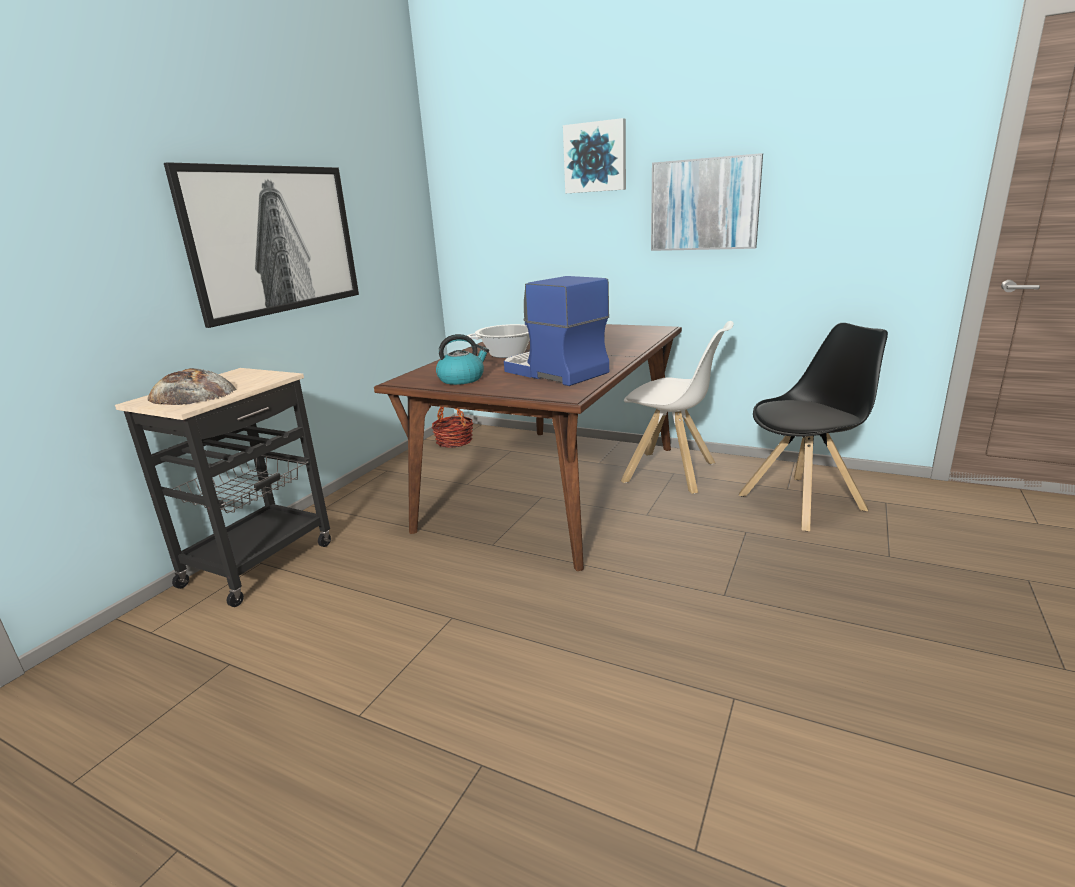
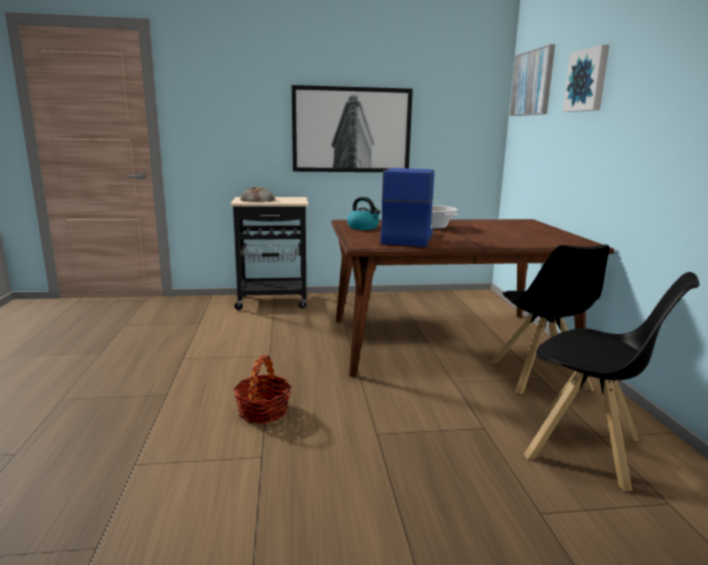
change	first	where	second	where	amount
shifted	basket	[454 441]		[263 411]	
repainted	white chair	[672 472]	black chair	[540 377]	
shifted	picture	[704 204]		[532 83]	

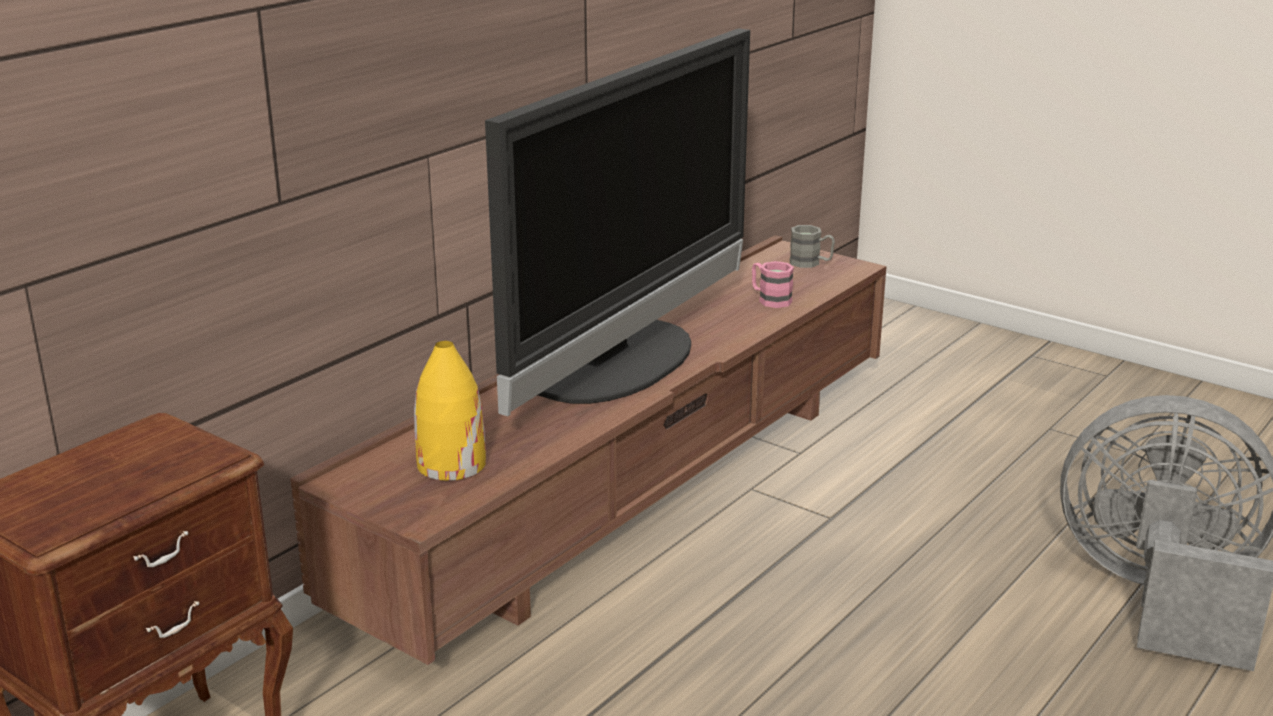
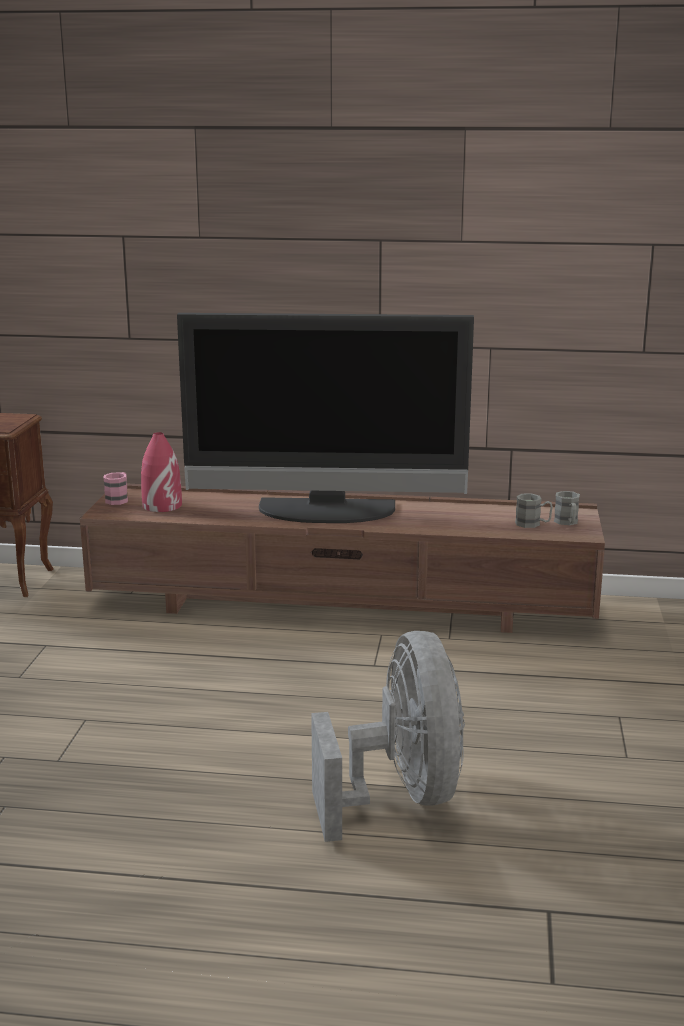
change	first	where	second	where	amount
repainted	yellow vase	[450 464]	red vase	[161 505]	
shifted	pink mug	[770 299]		[119 499]	
new			grey mug	[533 524]	

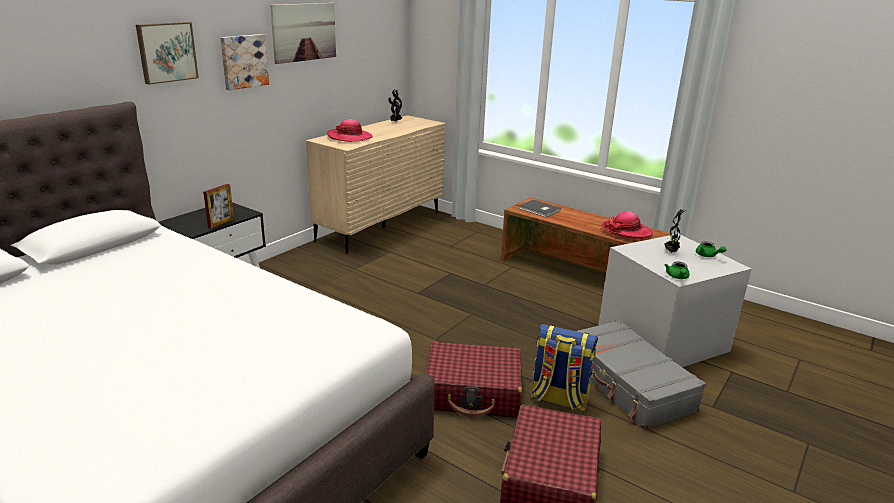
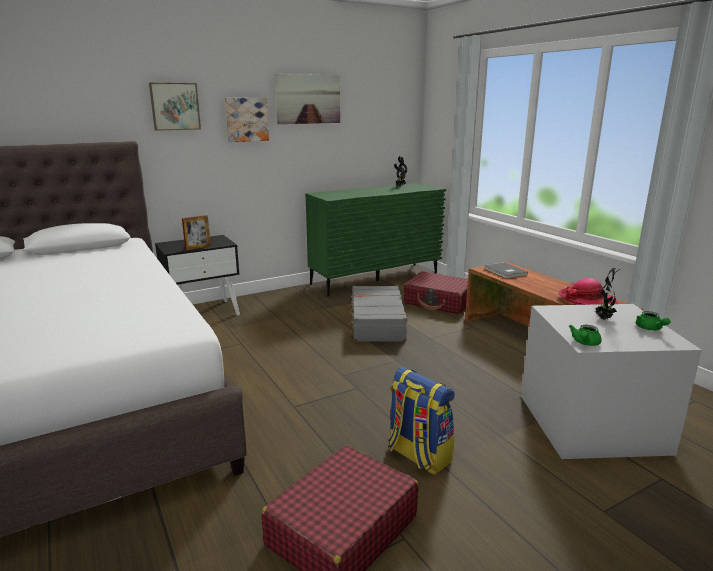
change	first	where	second	where	amount
repainted	beige dresser	[381 227]	green dresser	[376 280]	
gone	hat	[349 137]			
shifted	red suitcase	[473 392]		[439 302]	
shifted	grey suitcase	[627 384]		[376 323]	

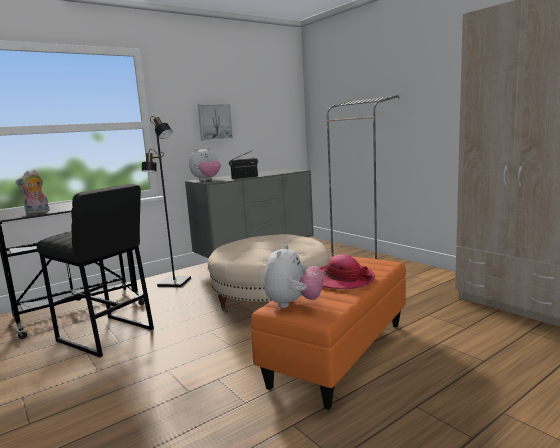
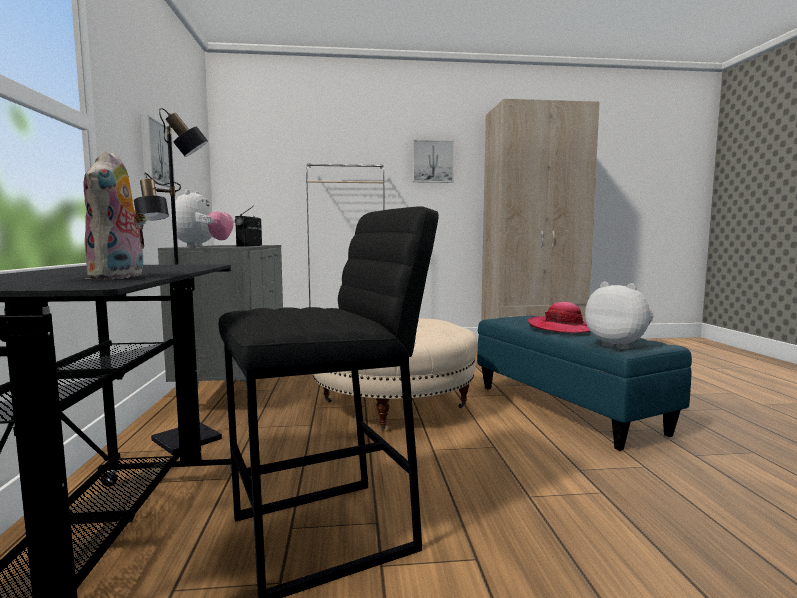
change	first	where	second	where	amount
repainted	orange ottoman	[338 354]	blue ottoman	[564 409]	
new			picture	[432 161]	

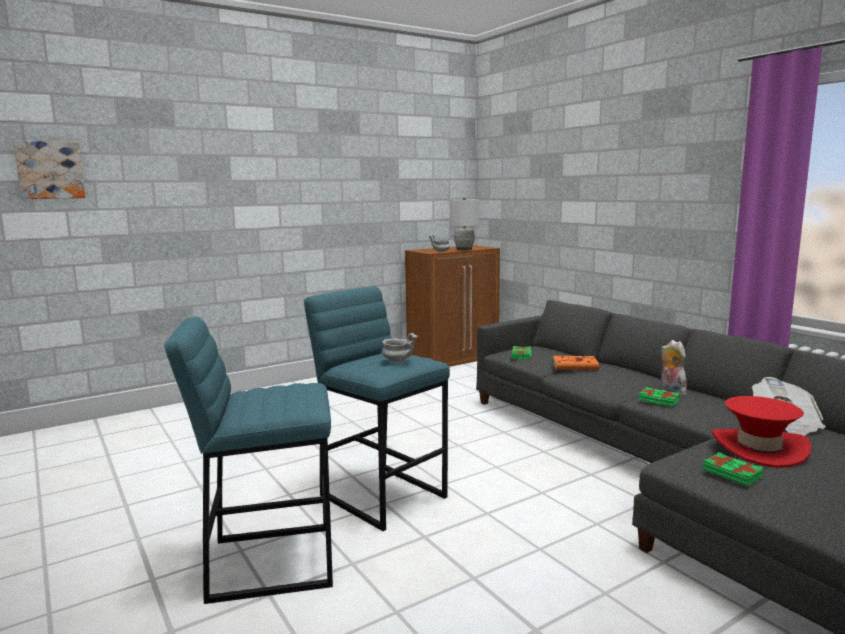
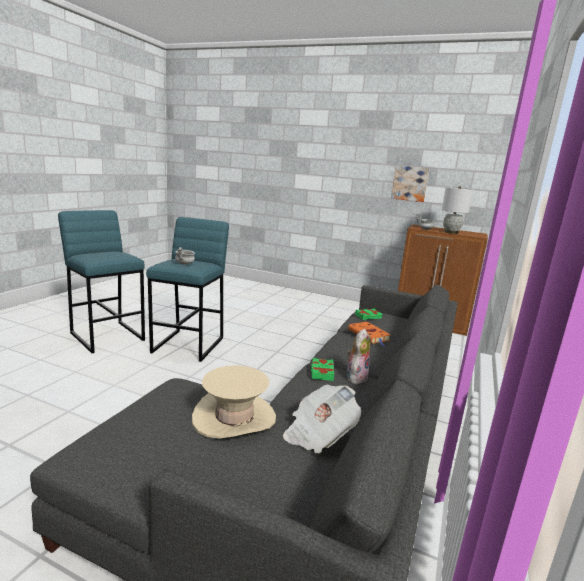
change	first	where	second	where	amount
shifted	picture	[50 170]		[410 183]	
gone	green book	[732 473]			
repainted	red hat	[758 448]	beige hat	[234 417]	

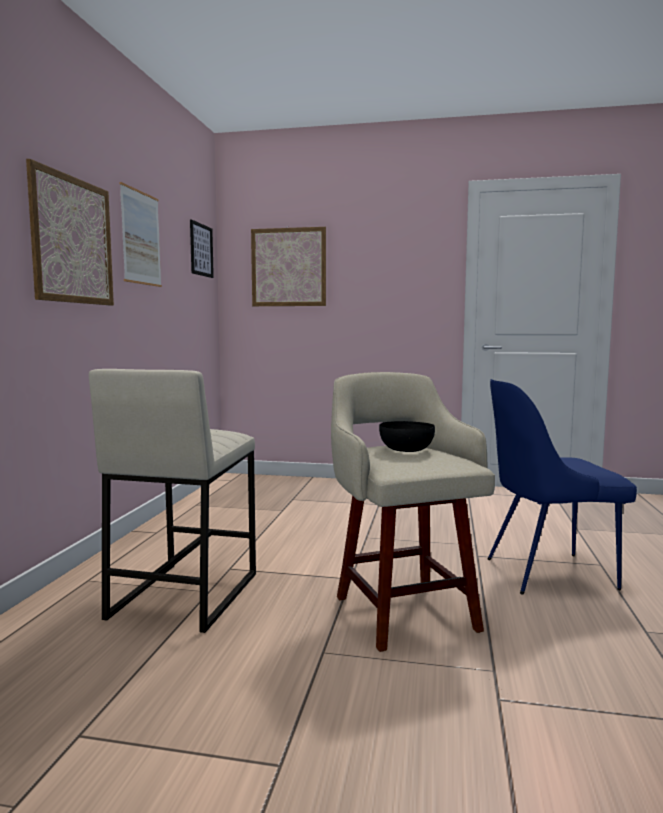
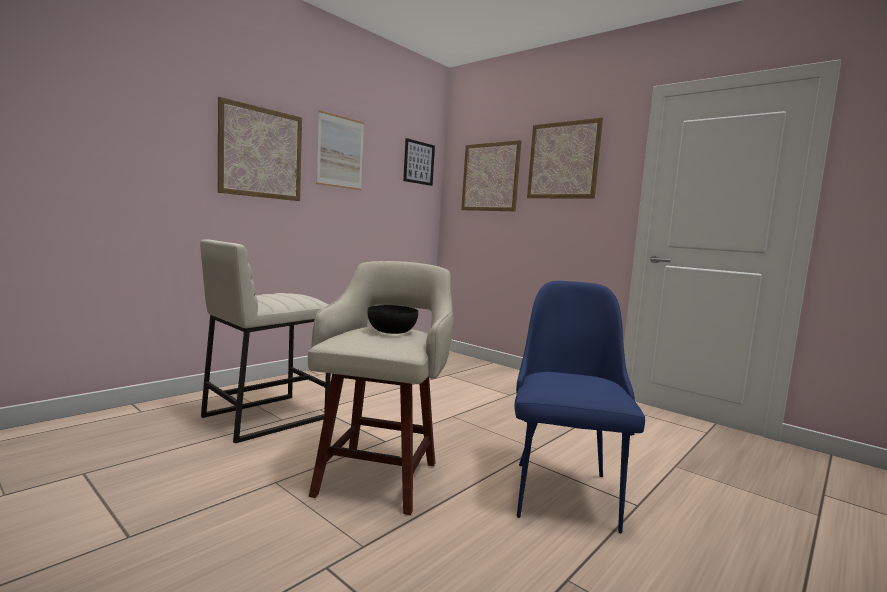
change	first	where	second	where	amount
rotated	blue chair	[549 574]		[562 494]	75 degrees clockwise
new			picture	[563 159]	

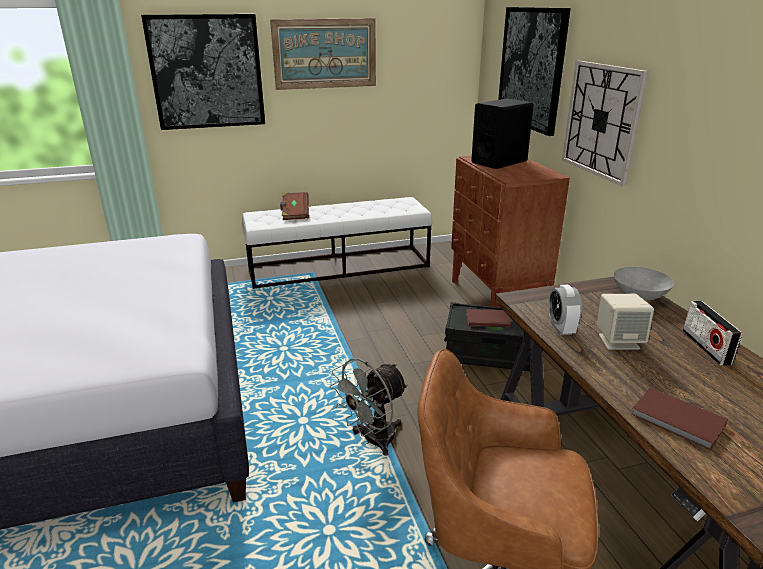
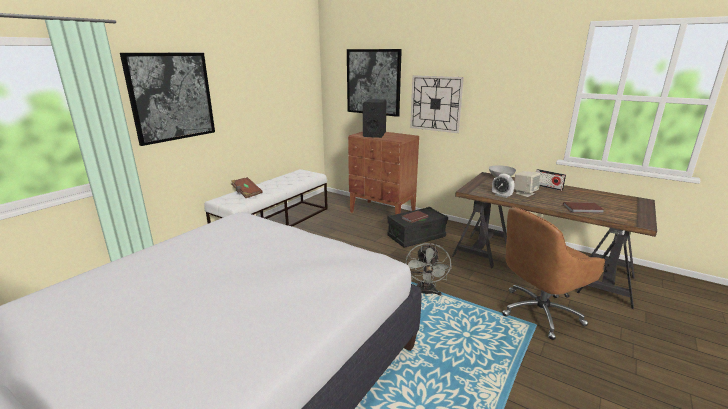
change	first	where	second	where	amount
gone	picture	[325 54]			

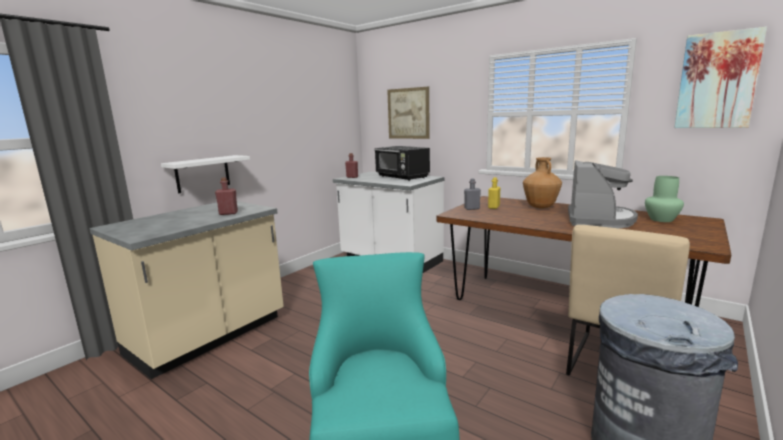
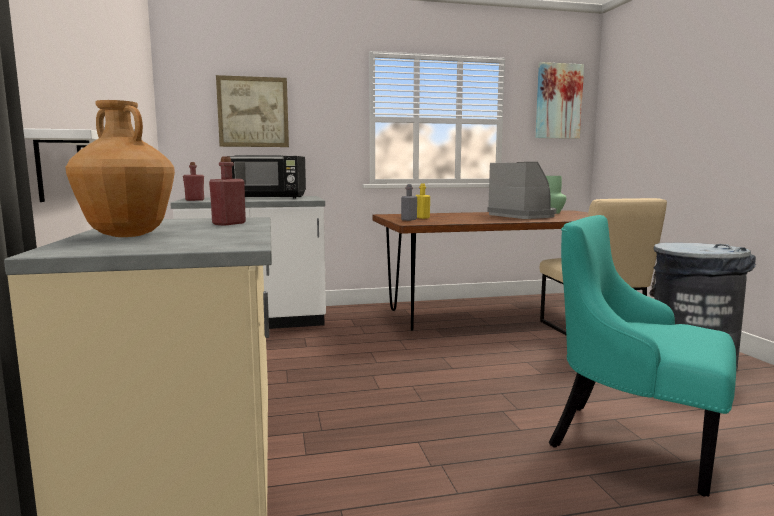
change	first	where	second	where	amount
shifted	brown vase	[540 207]		[127 235]	

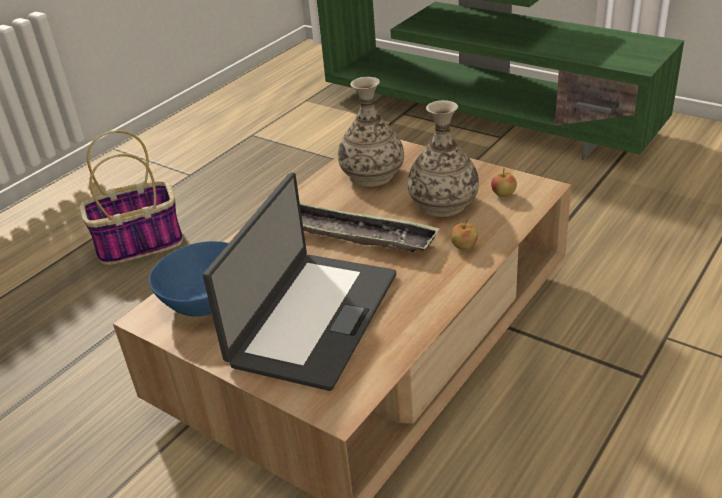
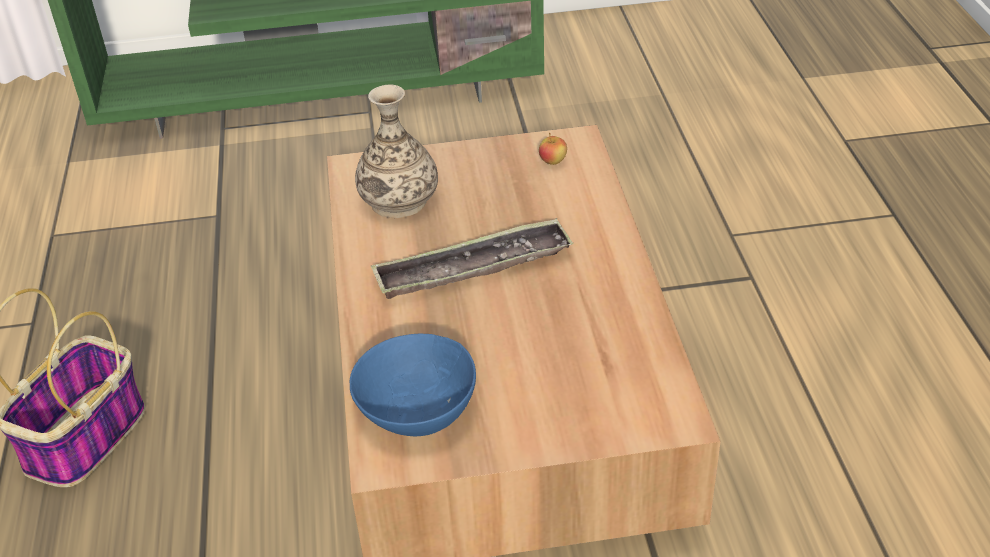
change	first	where	second	where	amount
gone	laptop	[312 318]			
gone	vase	[443 203]			
gone	apple	[464 246]			

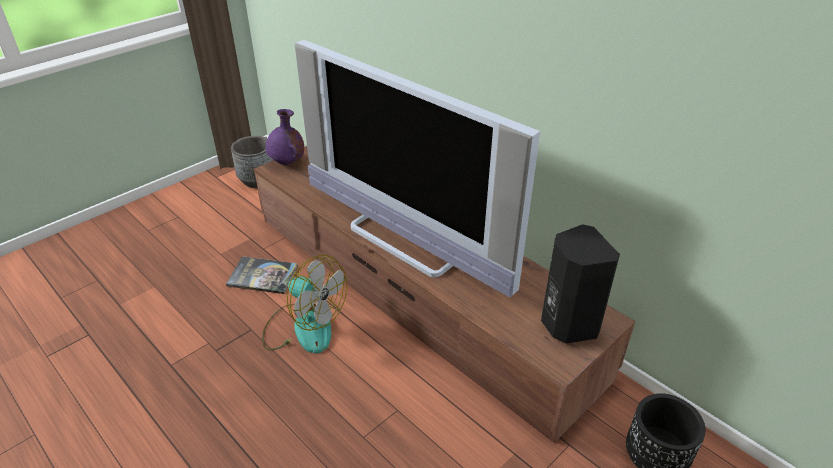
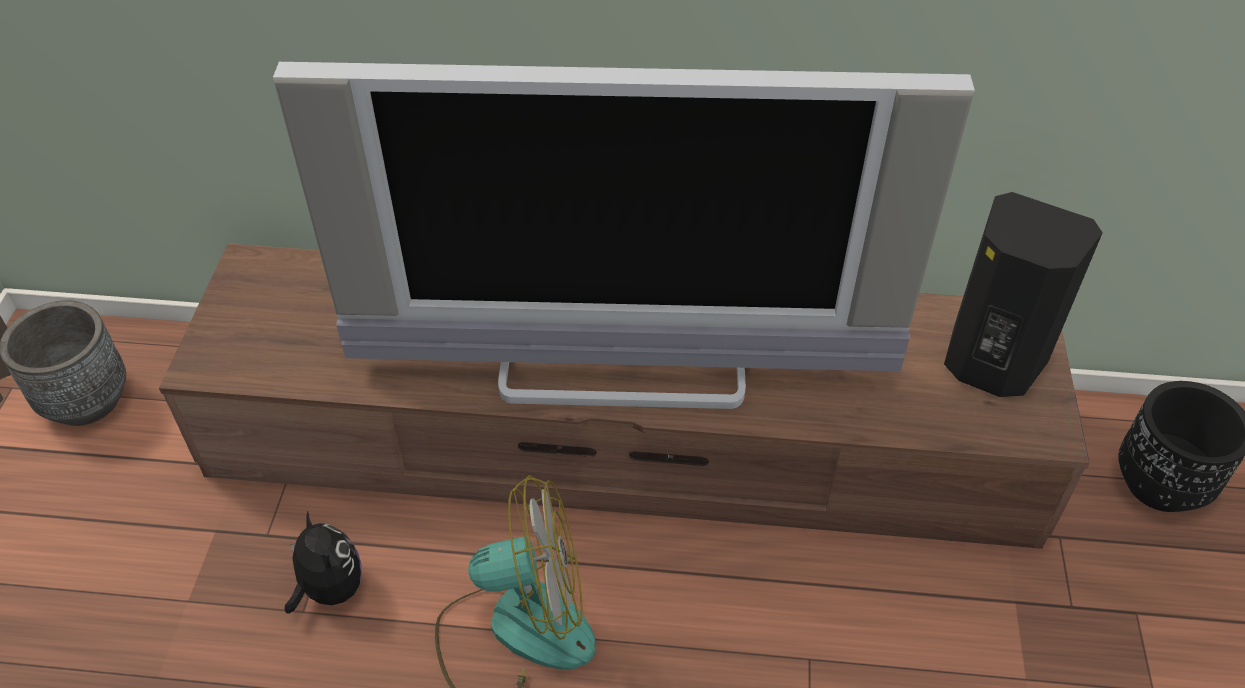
change	first	where	second	where	amount
swapped	book	[262 276]	plush toy	[329 588]	
gone	purple vase	[288 163]			

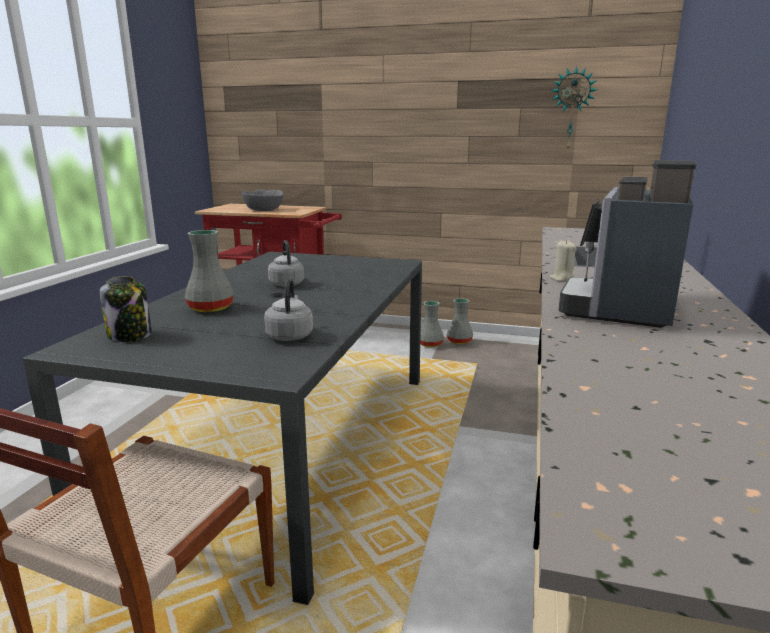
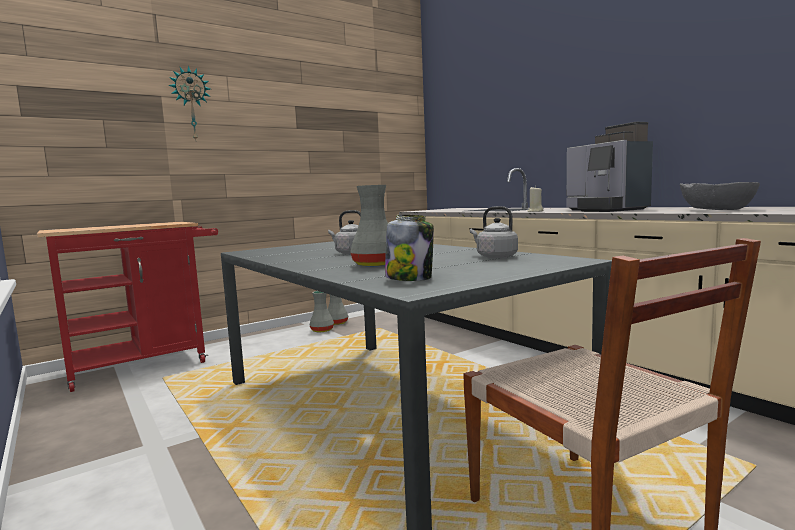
change	first	where	second	where	amount
shifted	grey bowl	[264 210]		[716 210]	
shifted	wall clock	[572 109]		[191 104]	

